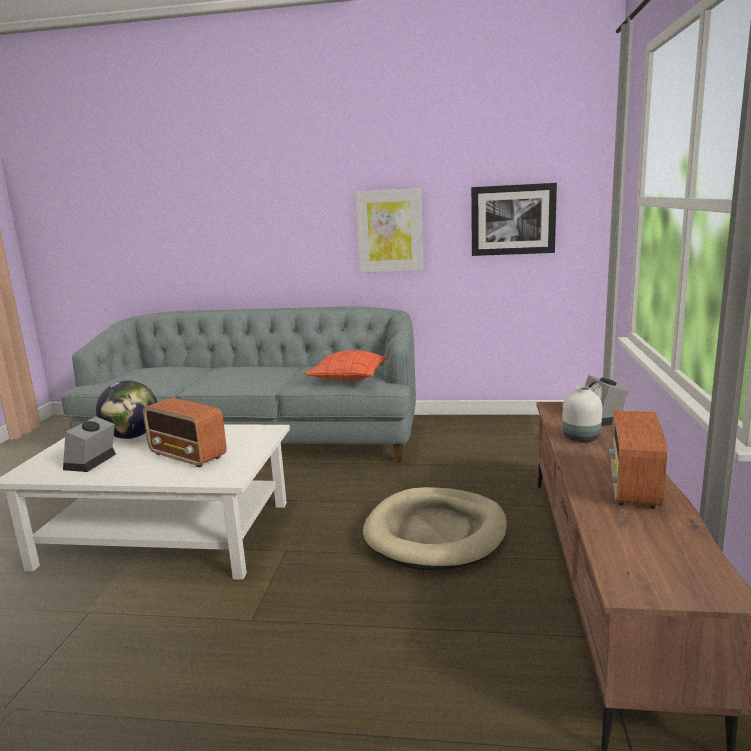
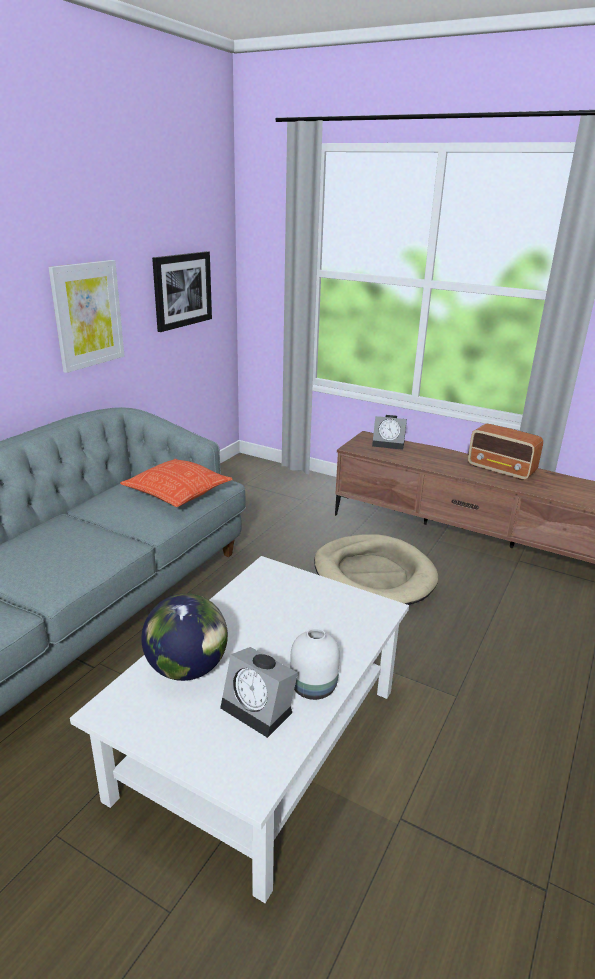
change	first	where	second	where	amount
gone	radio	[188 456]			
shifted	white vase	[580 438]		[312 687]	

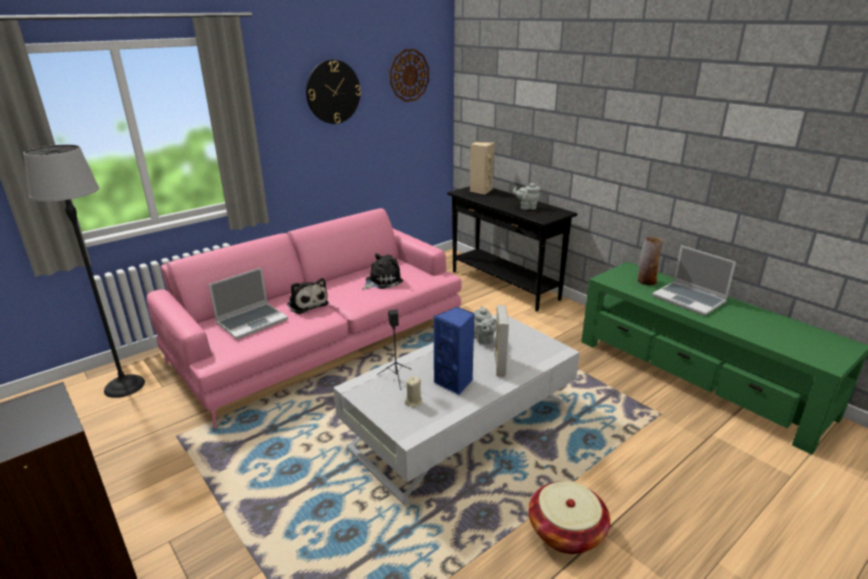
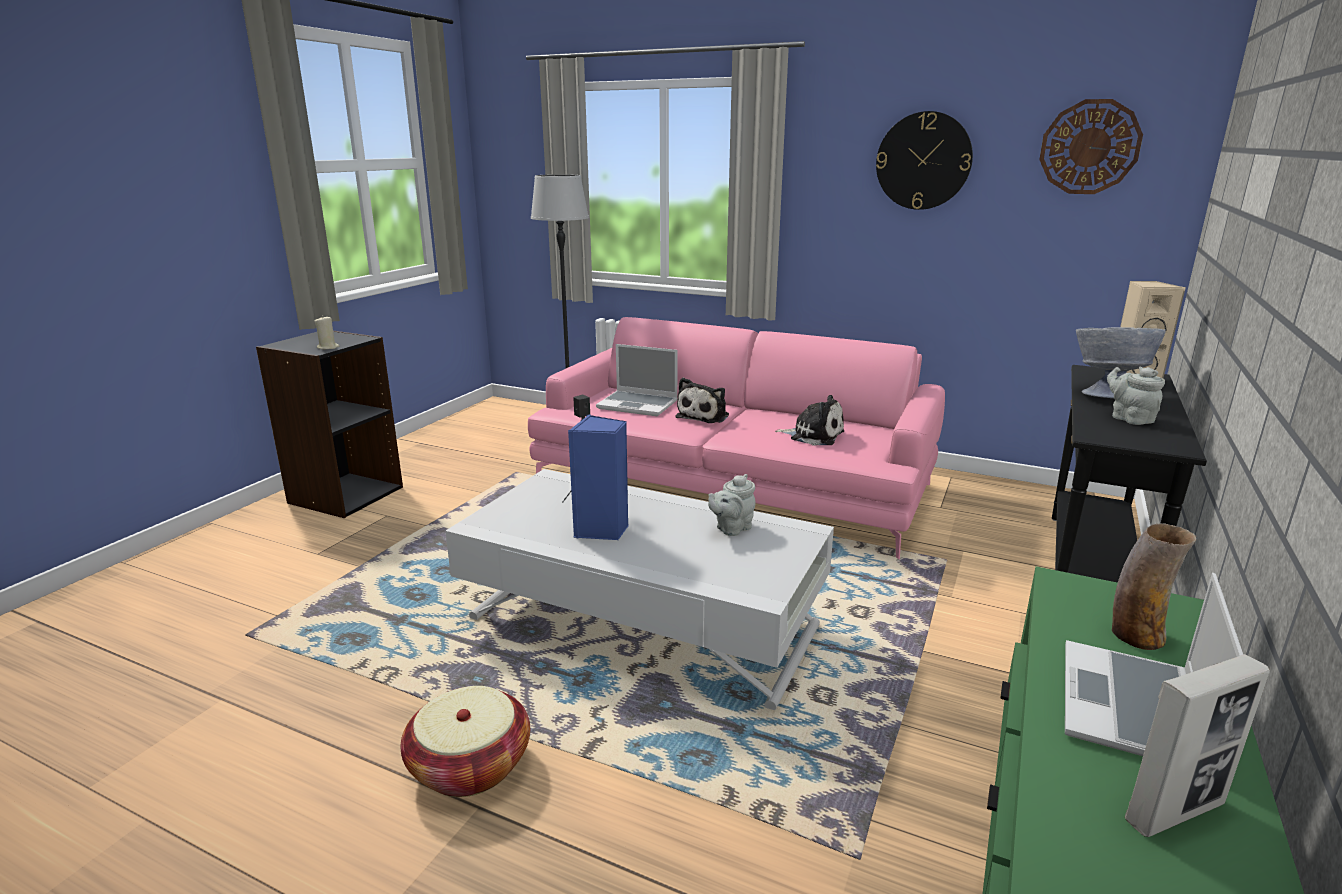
change	first	where	second	where	amount
shifted	beige candle	[413 402]		[328 347]	
shifted	picture frame	[499 365]		[1174 812]	
new			grey bowl	[1106 395]	

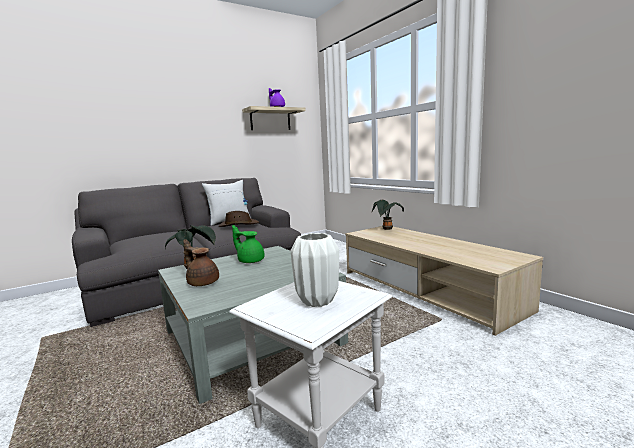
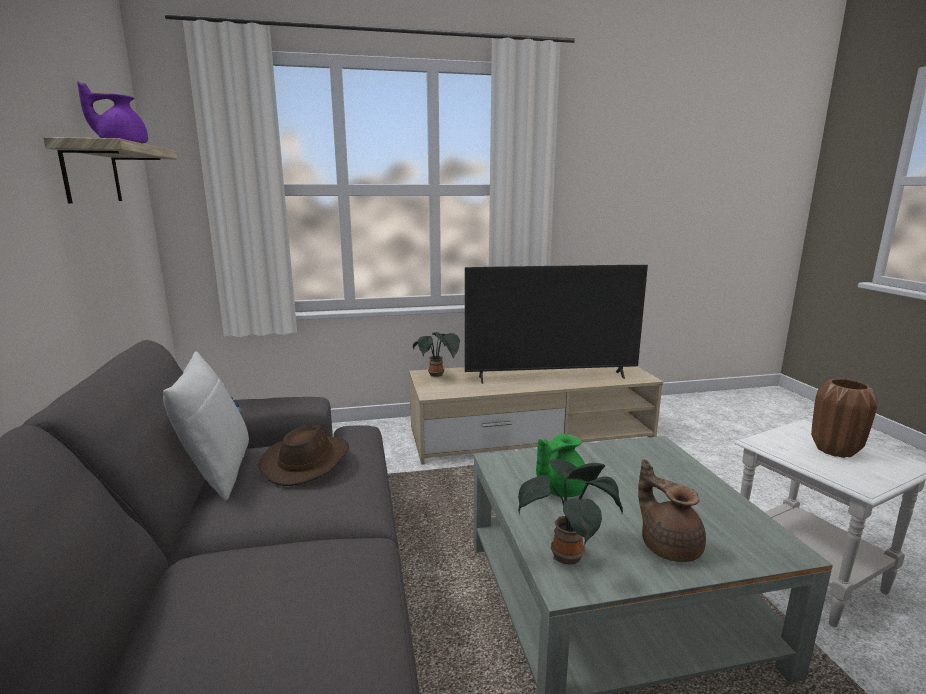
change	first	where	second	where	amount
rotated	brown teapot	[202 282]		[669 546]	90 degrees clockwise
repainted	white vase	[317 301]	brown vase	[834 450]	
new			television	[551 377]	

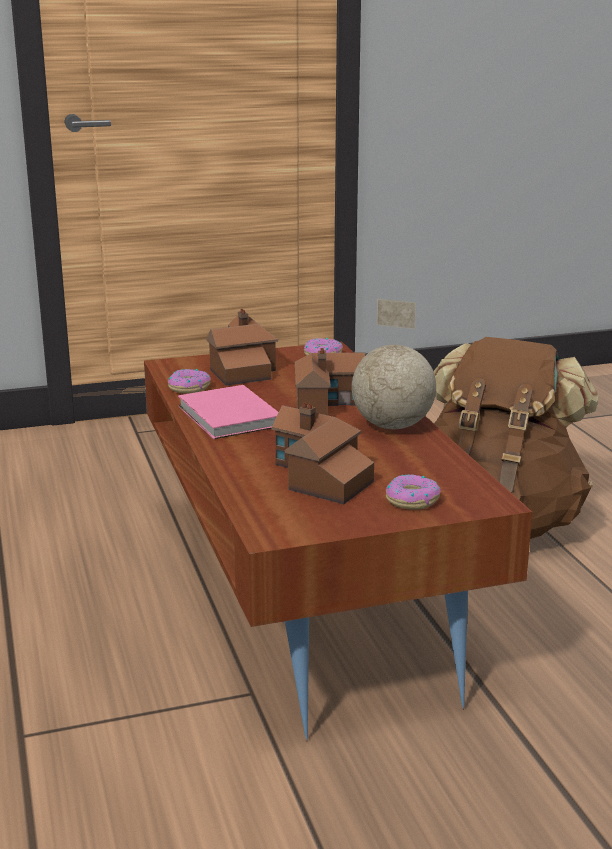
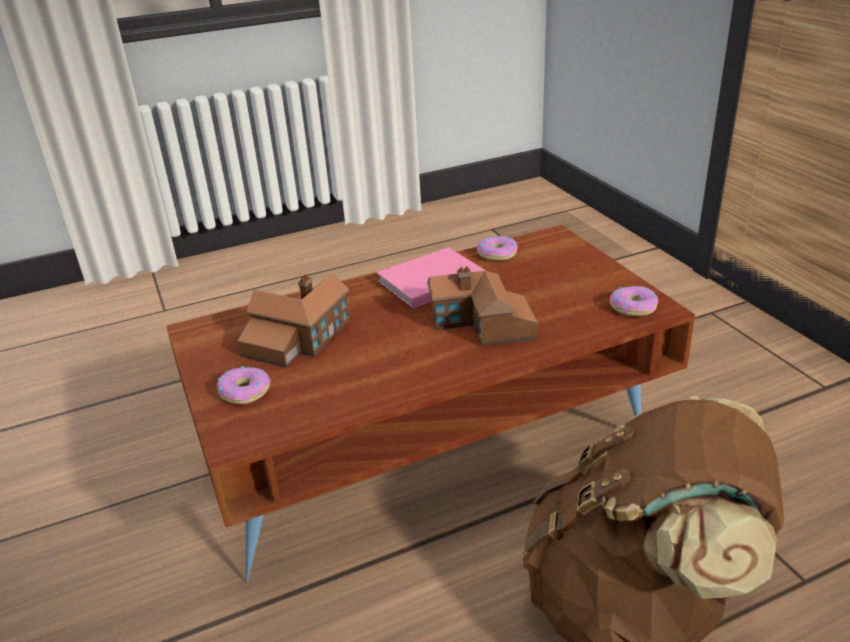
change	first	where	second	where	amount
gone	toy house	[242 368]			
gone	globe	[393 426]			

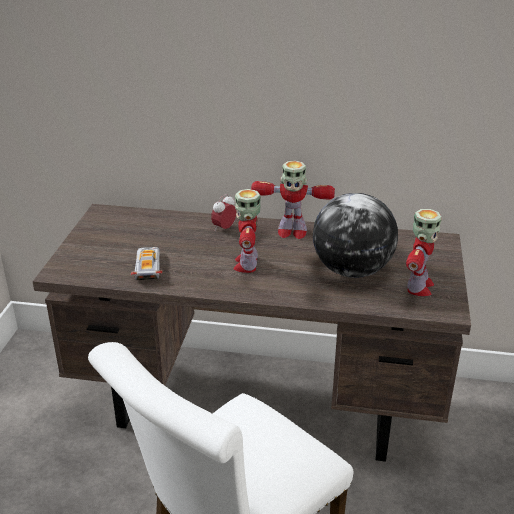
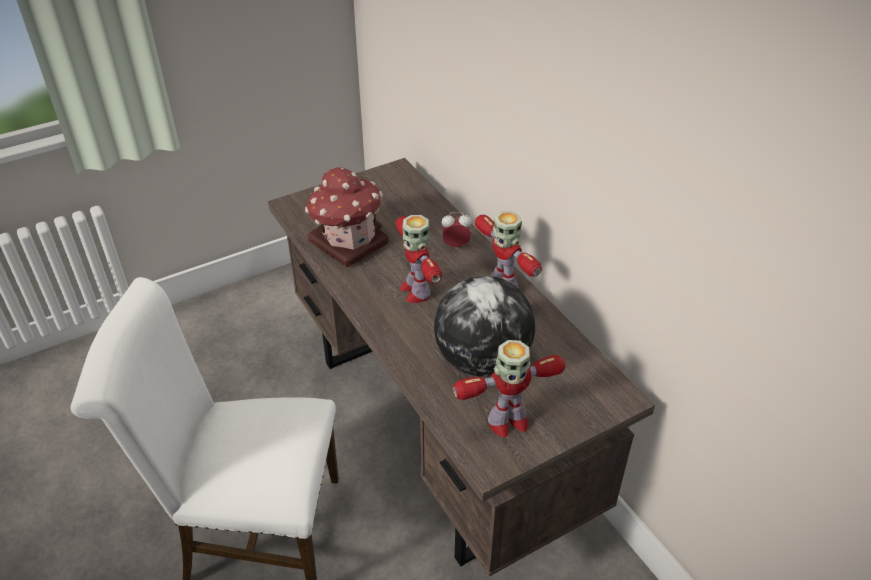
change	first	where	second	where	amount
swapped	toy car	[148 267]	toy house	[347 241]	
rotated	toy robot	[247 264]		[415 290]	75 degrees counterclockwise

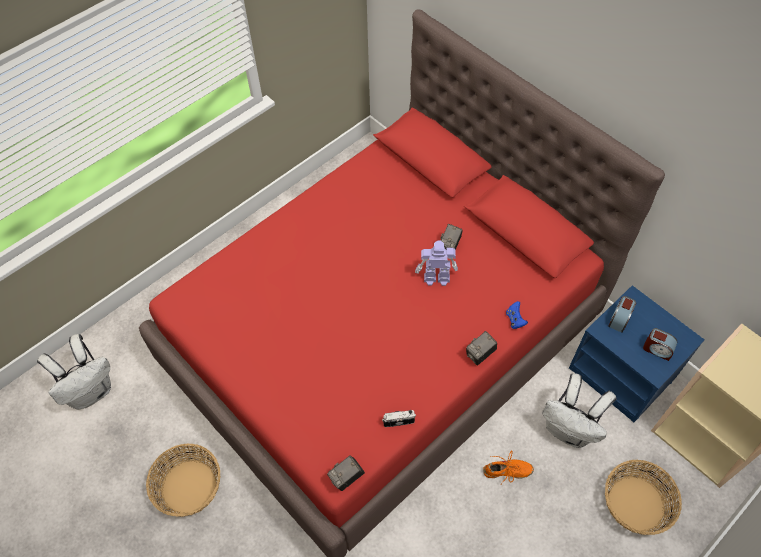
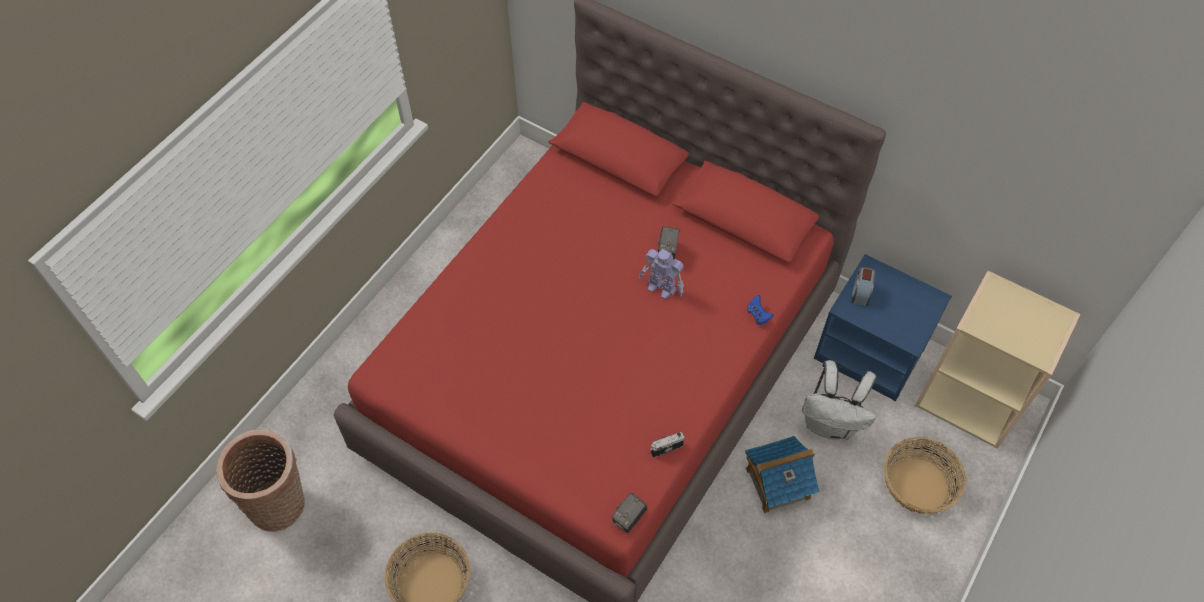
change	first	where	second	where	amount
swapped	white backpack	[91 391]	basket	[281 503]	
rotated	toy robot	[435 278]		[662 288]	135 degrees counterclockwise
gone	photo camera	[480 355]			
swapped	orange shoe	[507 471]	toy house	[777 483]	
gone	alarm clock	[657 349]			

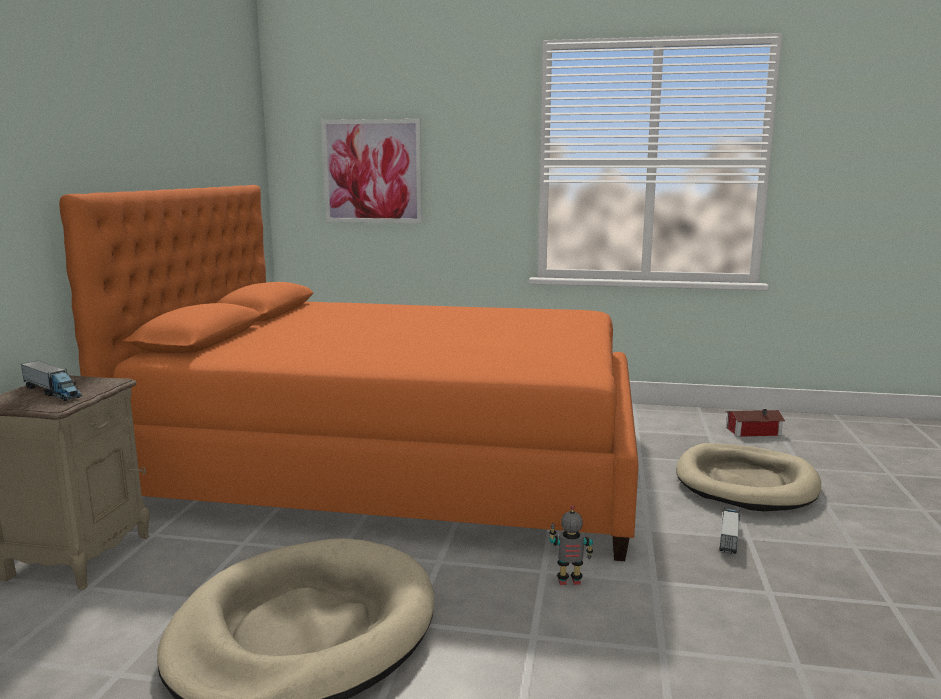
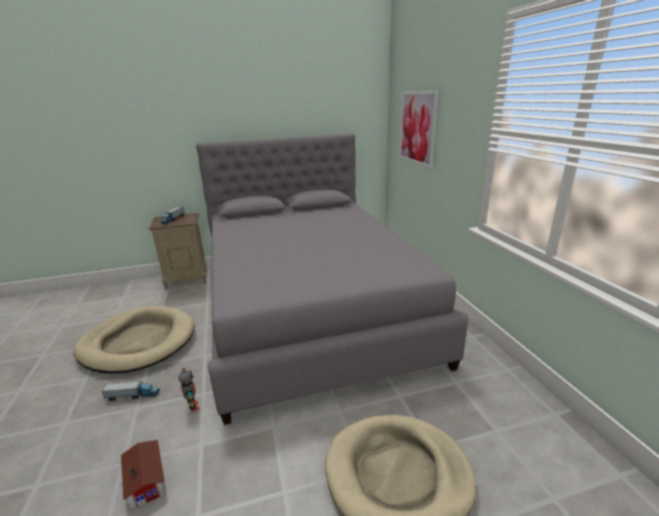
change	first	where	second	where	amount
repainted	orange bed	[397 463]	grey bed	[310 307]	
shifted	toy truck	[729 536]		[133 395]	
shifted	toy house	[751 431]		[147 478]	

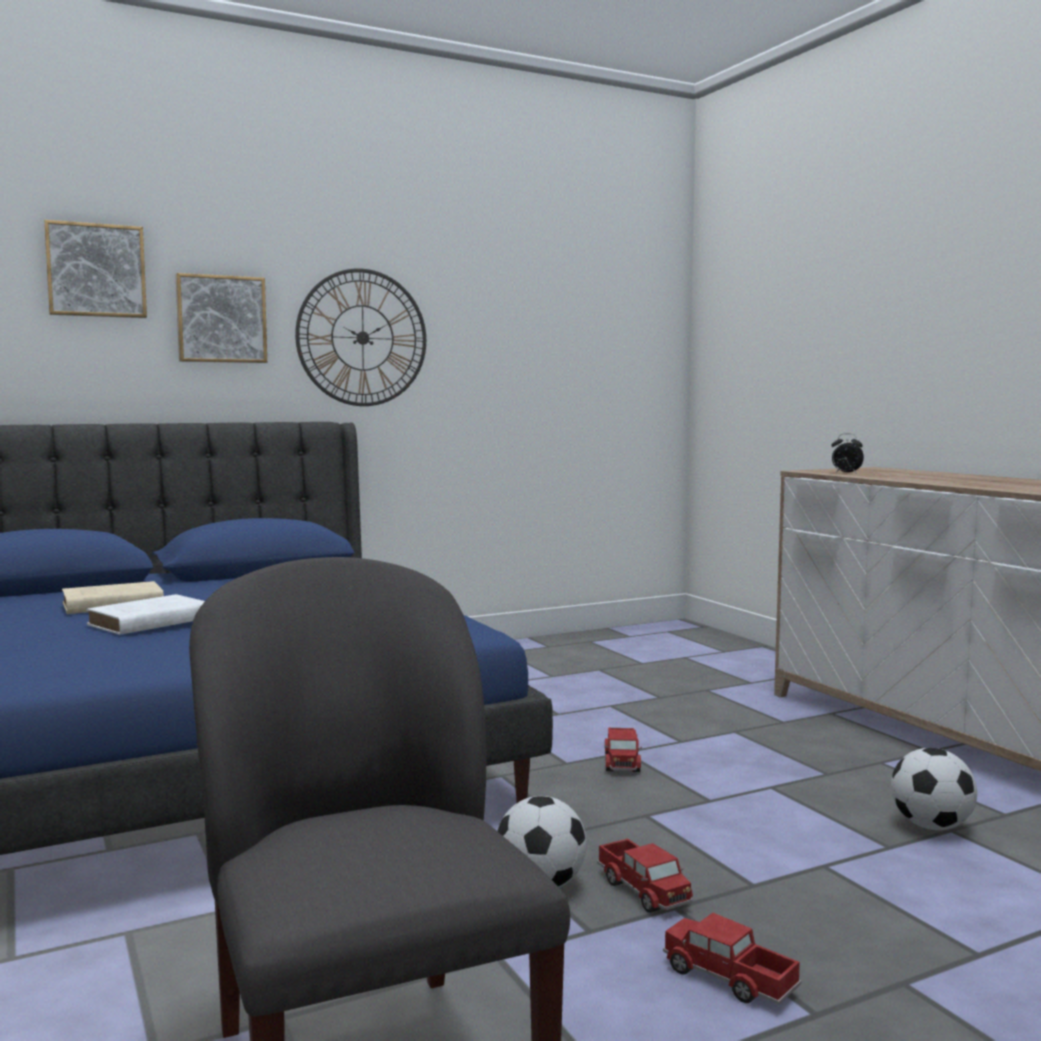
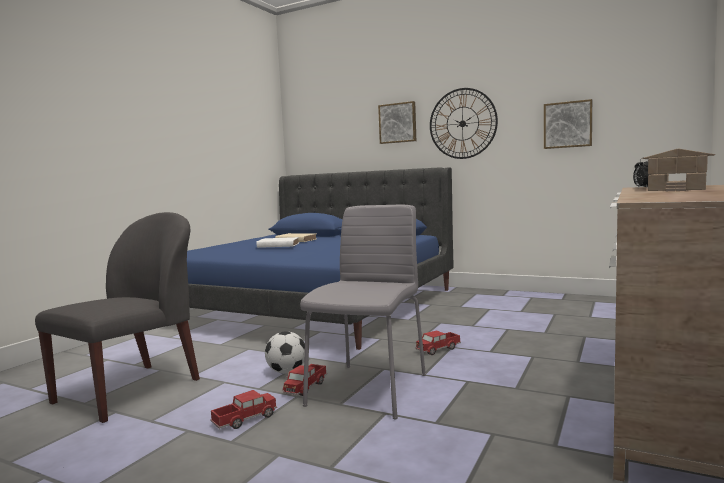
change	first	where	second	where	amount
shifted	picture	[96 270]		[567 125]	
rotated	toy truck	[728 978]		[245 419]	45 degrees clockwise
gone	football	[931 826]			
new			grey chair	[370 387]	
new			toy house	[674 189]	

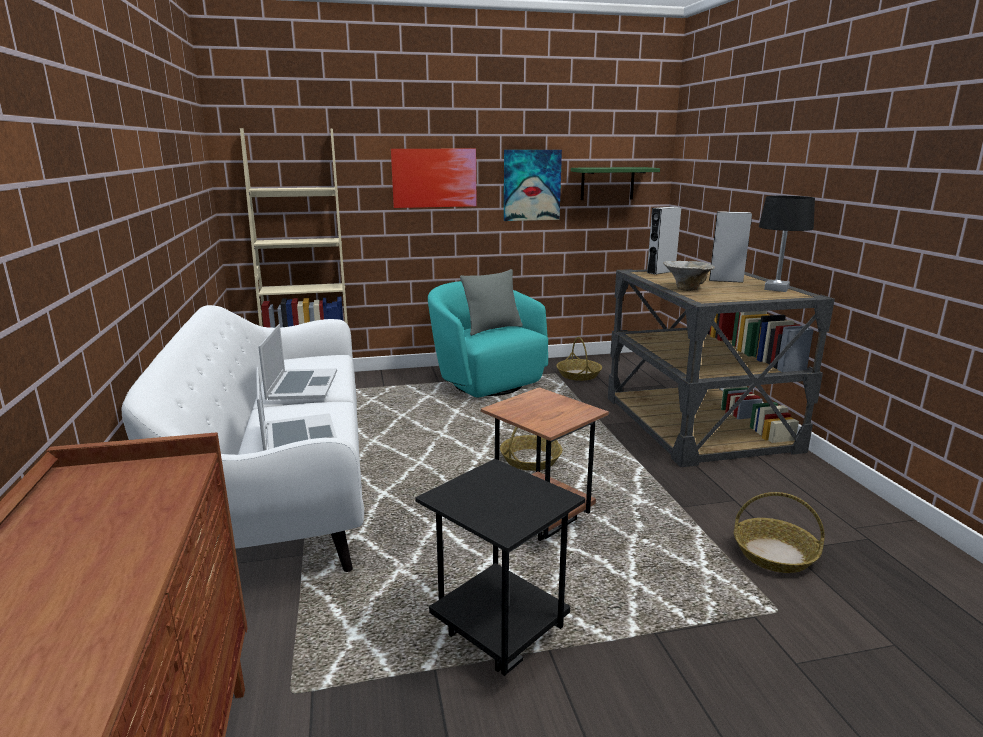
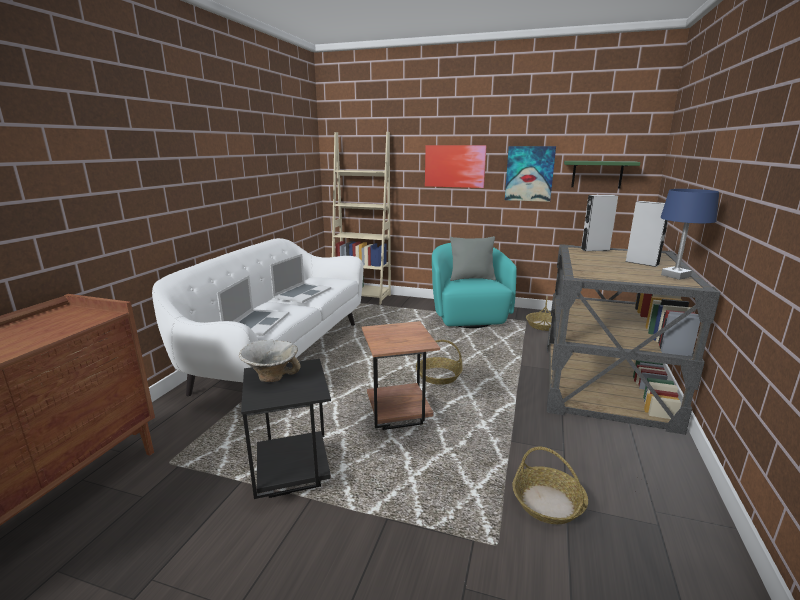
change	first	where	second	where	amount
shifted	bowl	[686 289]		[271 376]	
repainted	black table lamp	[776 289]	blue table lamp	[675 276]	

